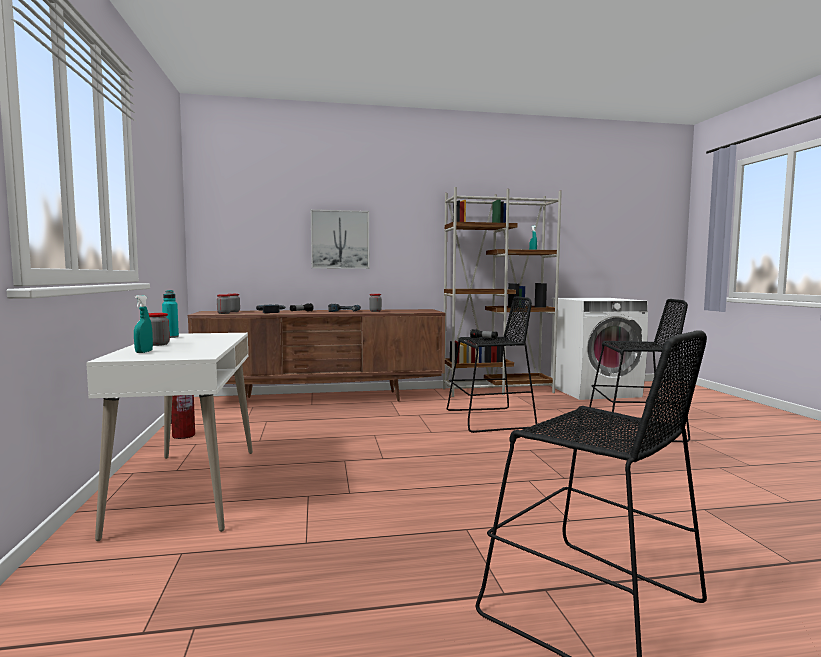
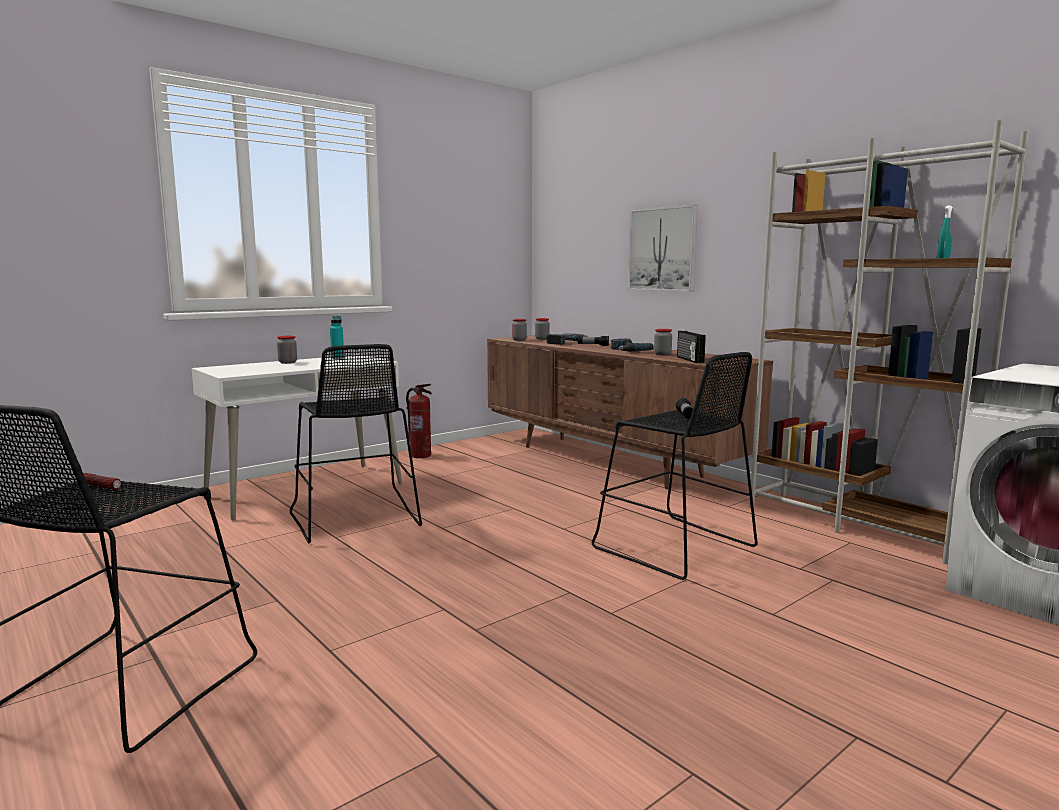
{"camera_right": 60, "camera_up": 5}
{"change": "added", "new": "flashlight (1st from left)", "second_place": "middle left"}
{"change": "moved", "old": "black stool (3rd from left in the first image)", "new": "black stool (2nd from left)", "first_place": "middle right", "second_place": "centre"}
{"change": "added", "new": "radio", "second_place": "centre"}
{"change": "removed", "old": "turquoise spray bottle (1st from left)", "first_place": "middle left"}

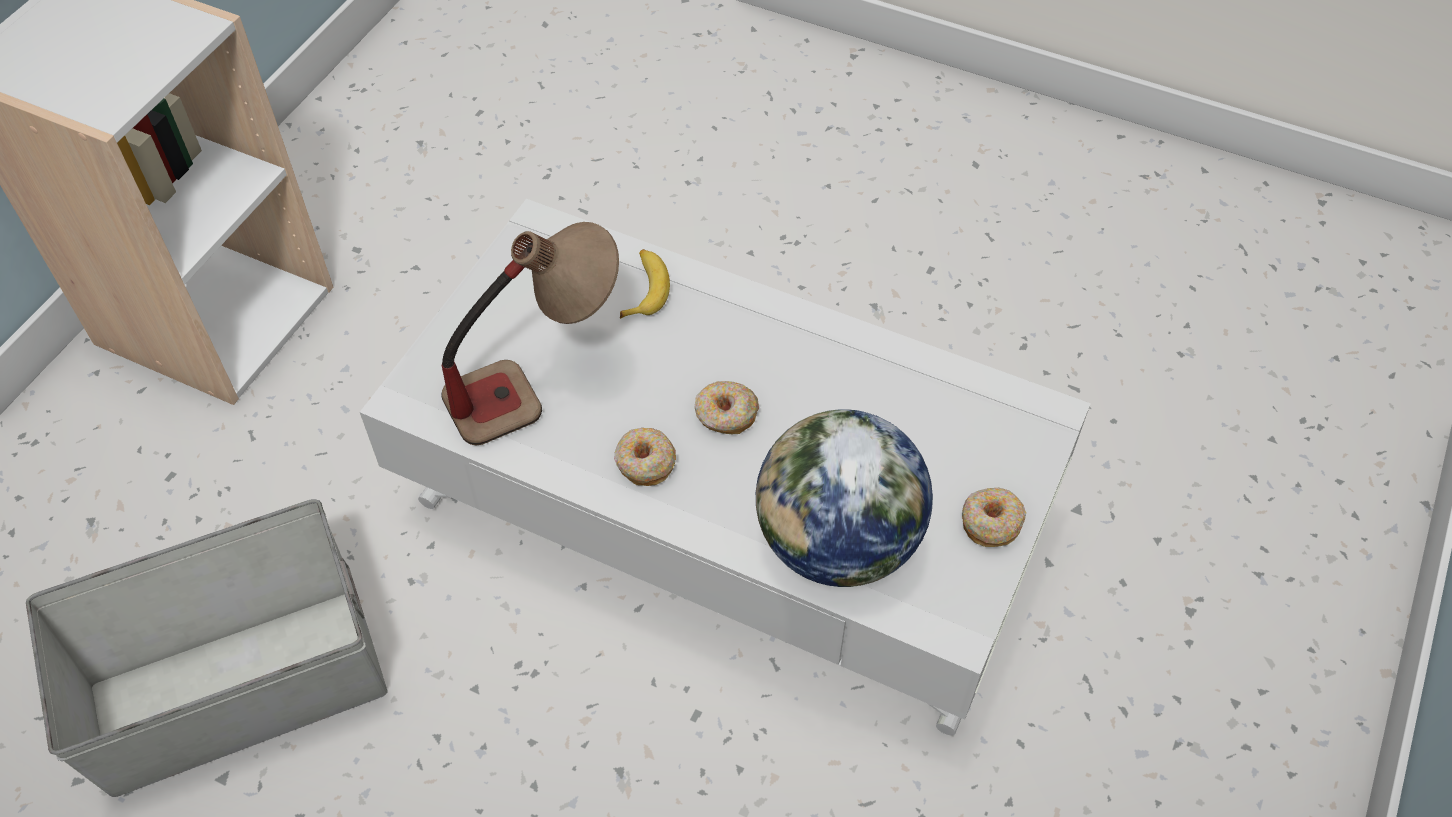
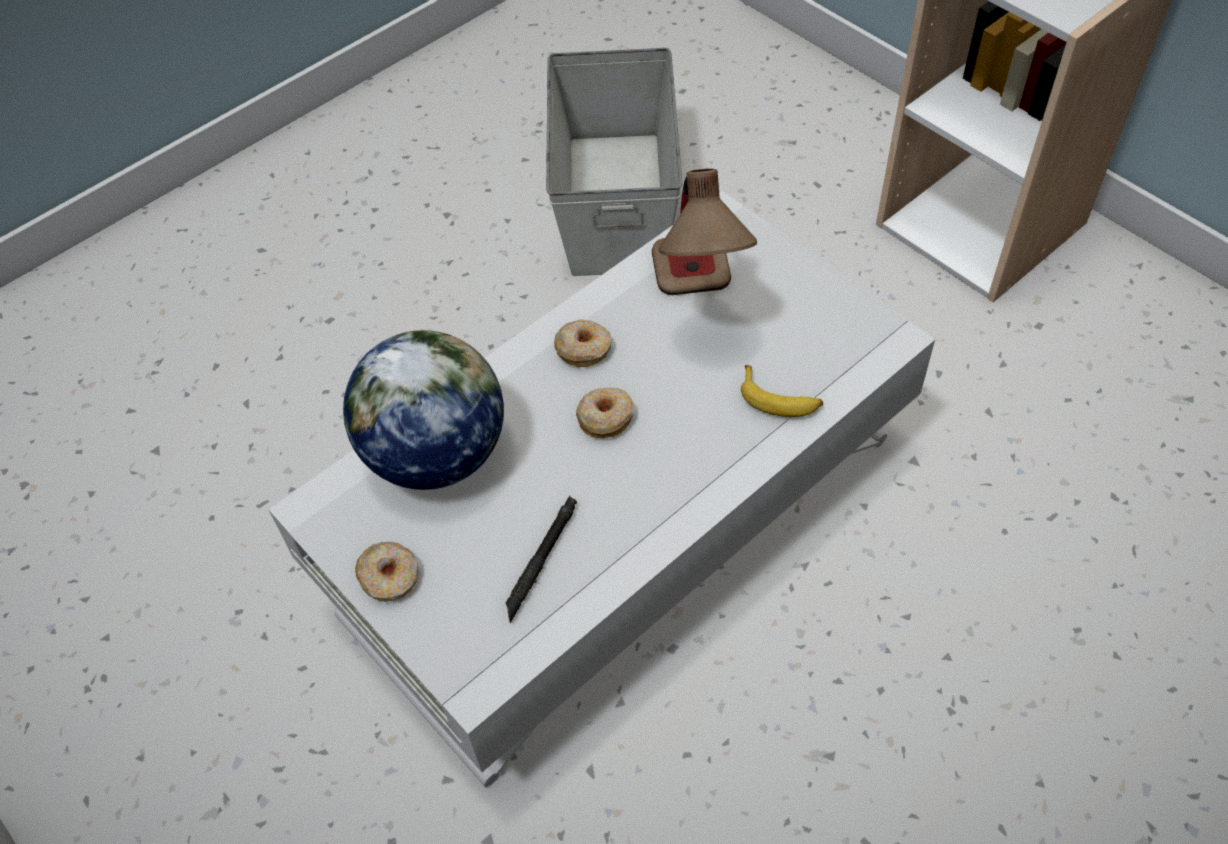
{"camera_right": 115, "camera_up": 0}
{"change": "added", "new": "black flashlight", "second_place": "centre"}

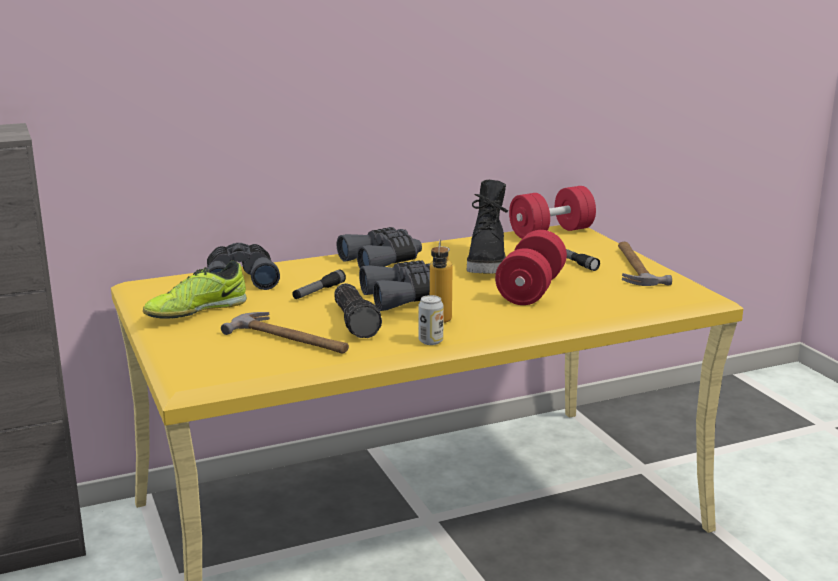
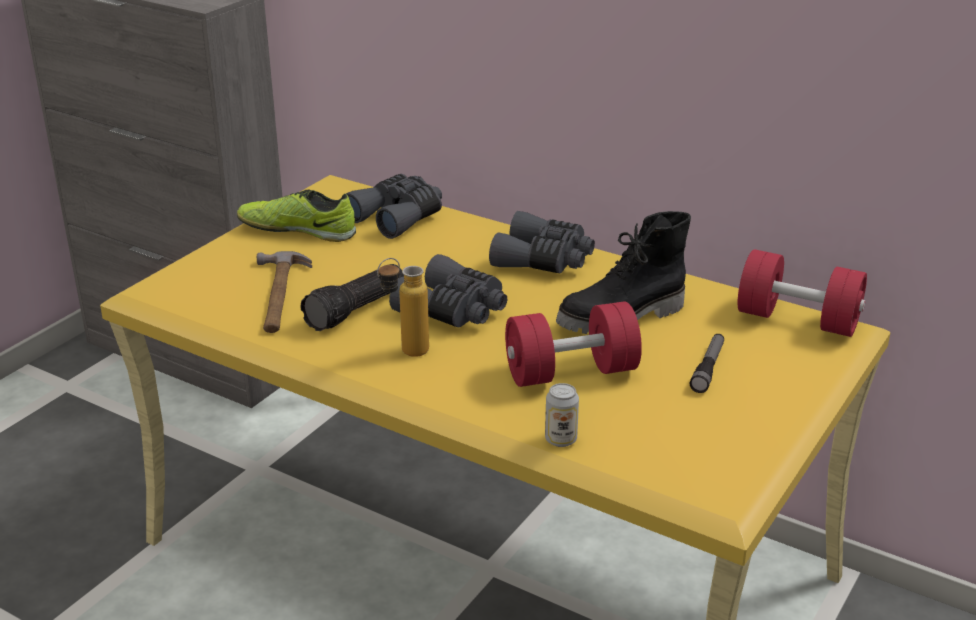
{"camera_right": 55, "camera_up": 10}
{"change": "moved", "old": "can", "first_place": "centre", "second_place": "bottom centre"}
{"change": "removed", "old": "flashlight (1st from left)", "first_place": "centre"}
{"change": "removed", "old": "hammer (2nd from left)", "first_place": "middle right"}

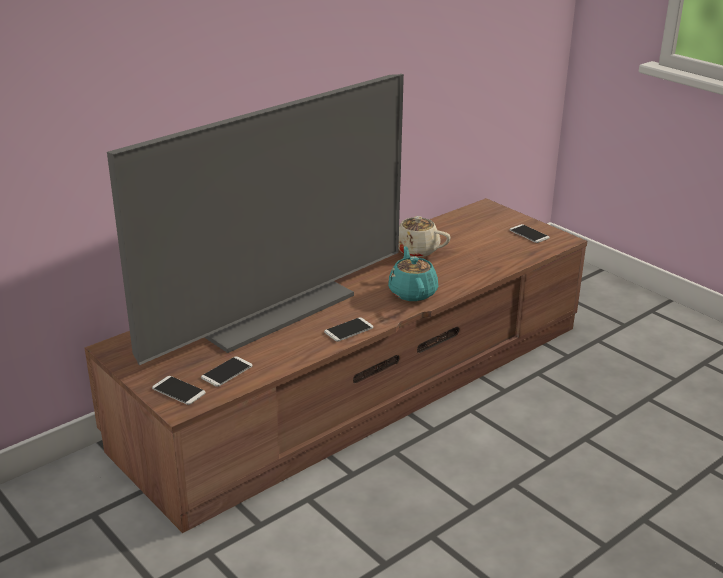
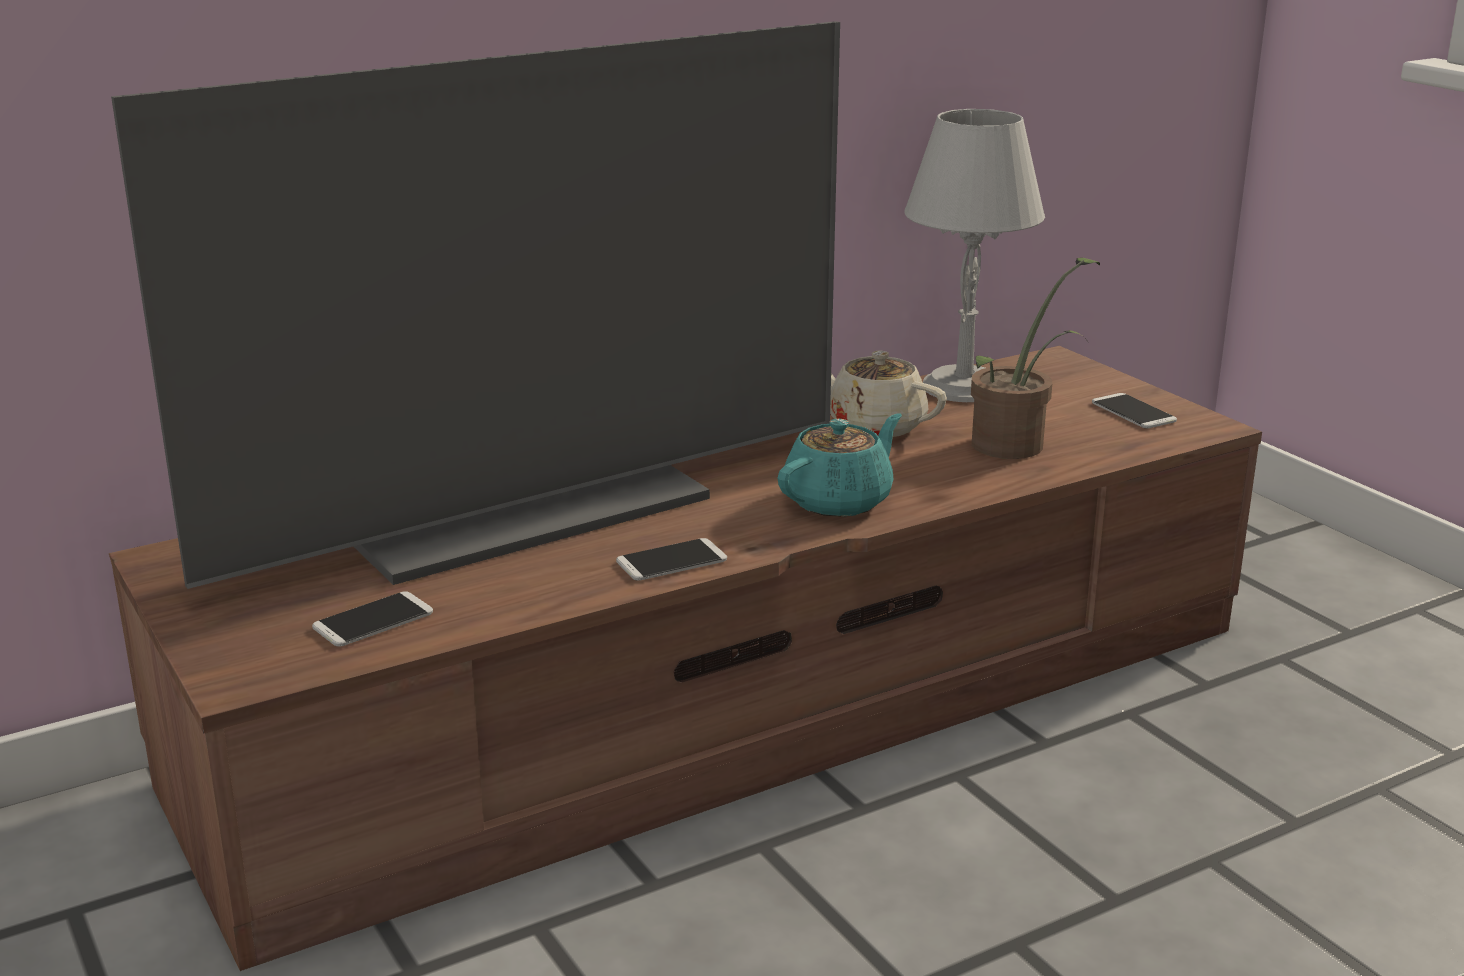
{"camera_right": 10, "camera_up": -5}
{"change": "turned", "old": "turquoise teapot", "first_place": "centre", "second_place": "centre", "degrees": 45}
{"change": "added", "new": "grey table lamp", "second_place": "top centre"}
{"change": "added", "new": "potted plant", "second_place": "middle right"}
{"change": "removed", "old": "phone (1st from left)", "first_place": "bottom left"}

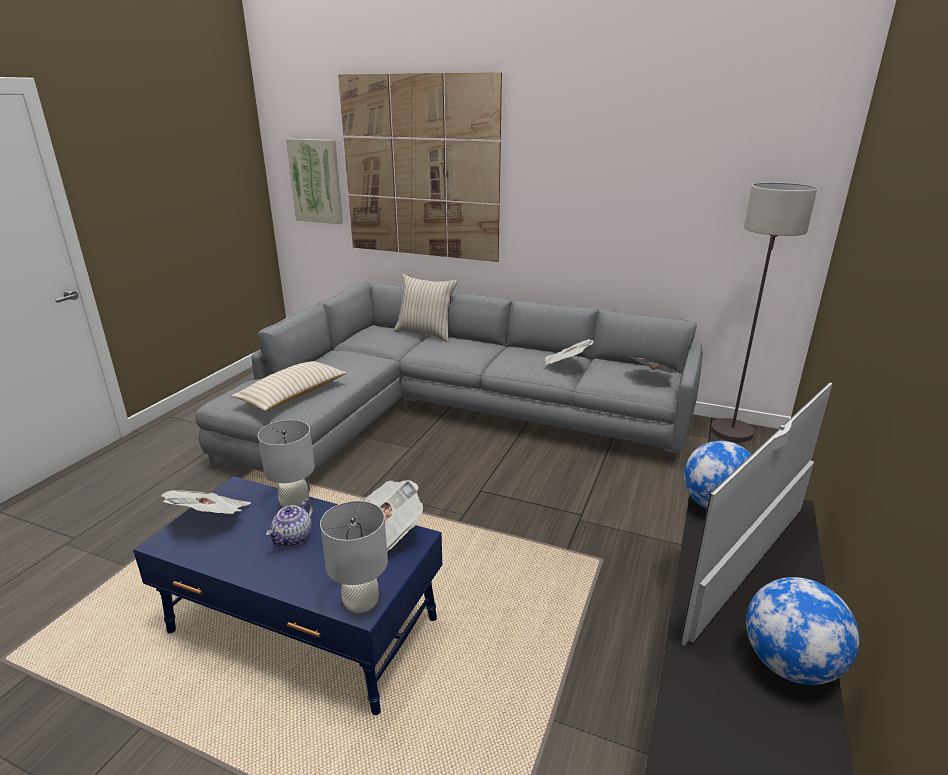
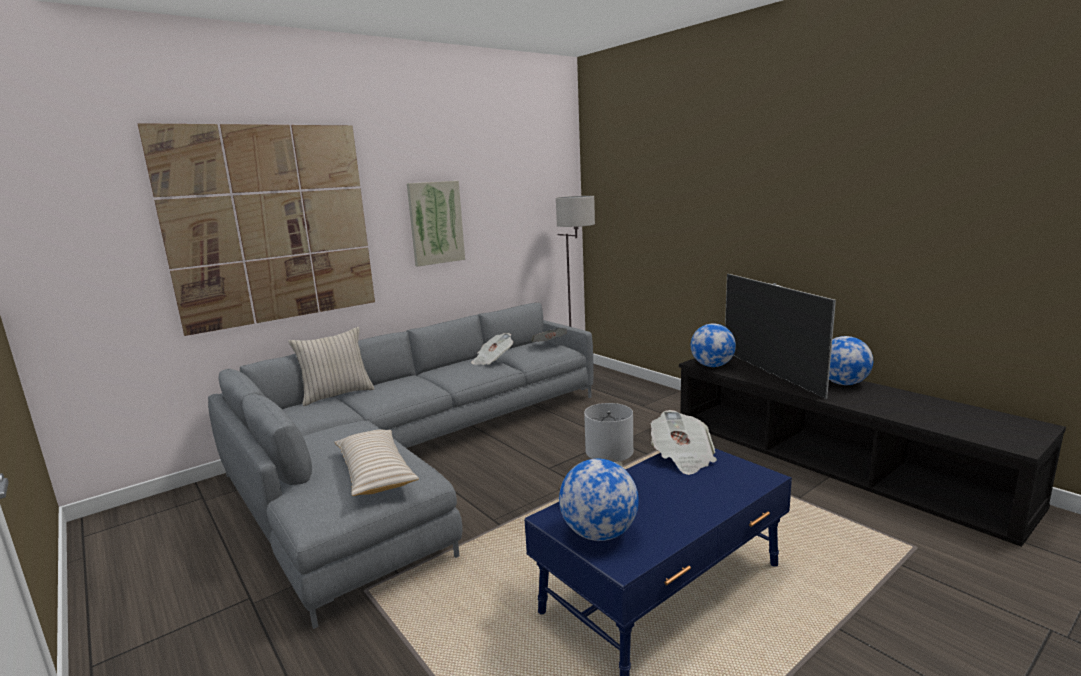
{"camera_right": -60, "camera_up": -10}
{"change": "moved", "old": "picture (1st from left in the first image)", "new": "picture (2nd from left)", "first_place": "top left", "second_place": "top centre"}
{"change": "replaced", "old": "newspaper (1st from left)", "new": "globe (1st from left)", "first_place": "middle left", "second_place": "bottom centre"}
{"change": "removed", "old": "teapot", "first_place": "bottom left"}
{"change": "removed", "old": "grey table lamp (2nd from left)", "first_place": "bottom centre"}

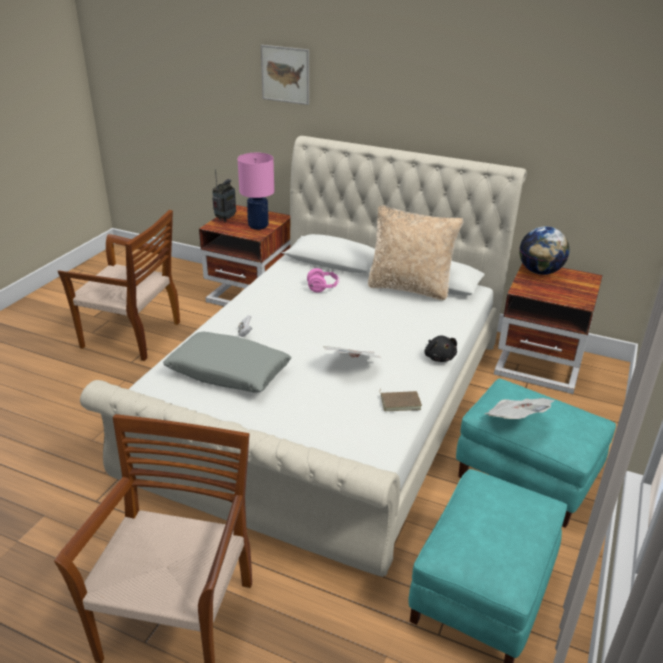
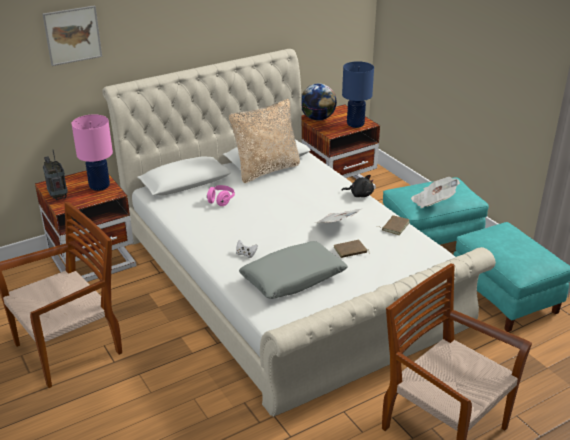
{"camera_right": -55, "camera_up": 0}
{"change": "added", "new": "brown book (1st from left)", "second_place": "centre"}
{"change": "added", "new": "blue table lamp", "second_place": "top centre"}

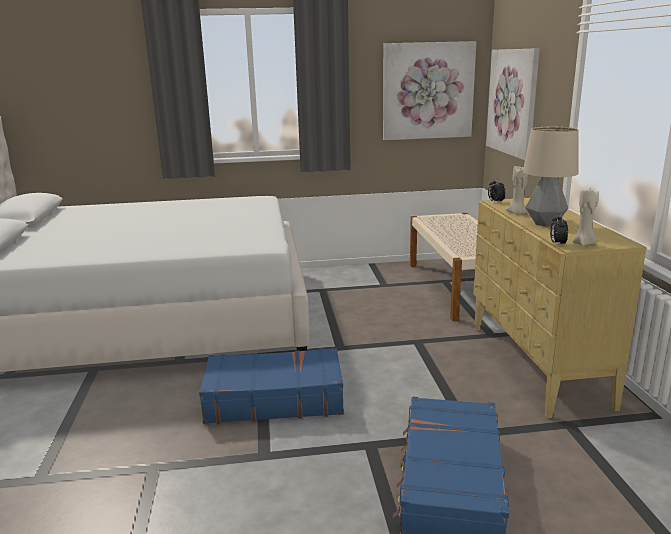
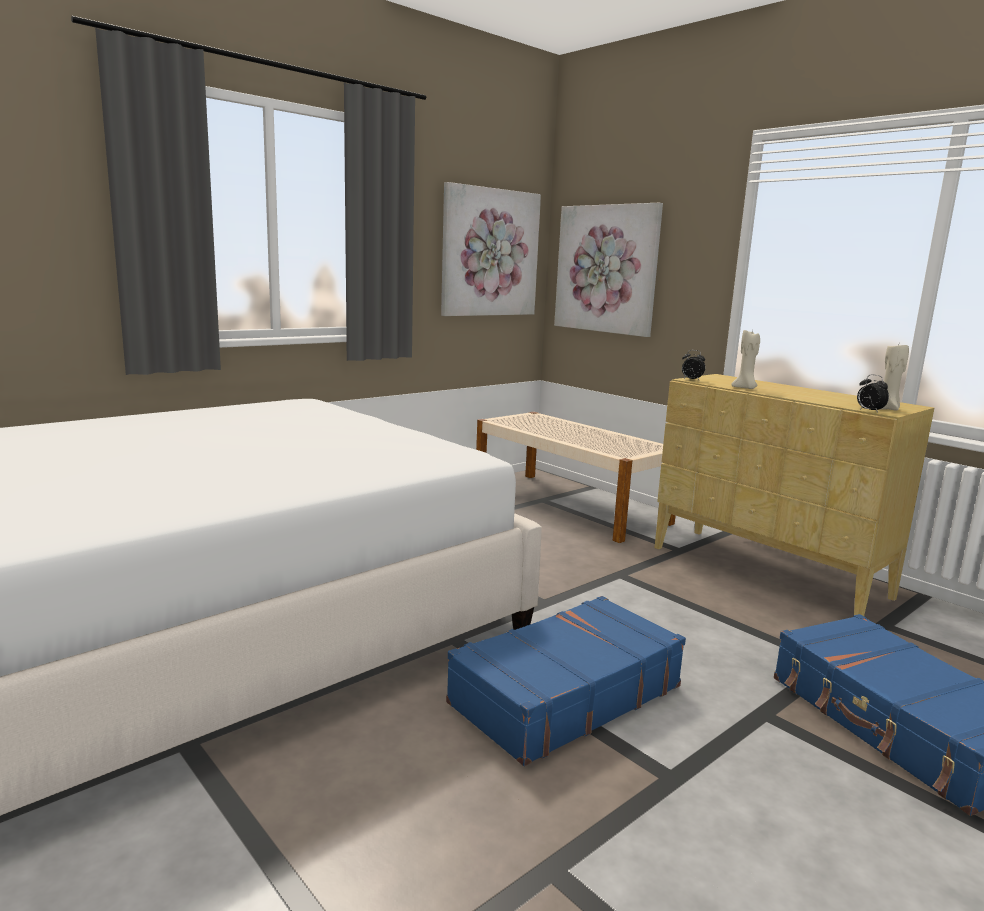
{"camera_right": -35, "camera_up": -5}
{"change": "removed", "old": "table lamp", "first_place": "top right"}

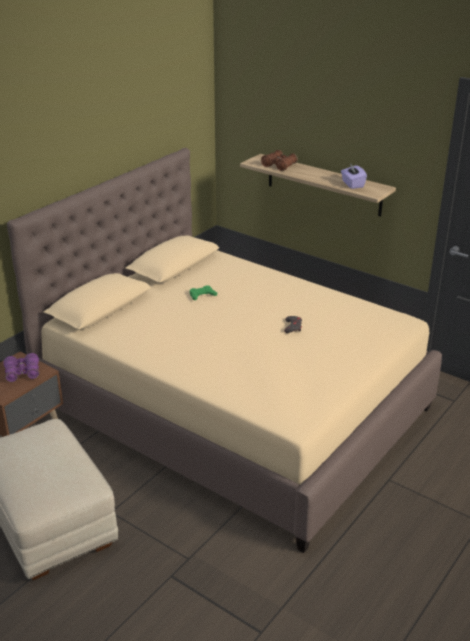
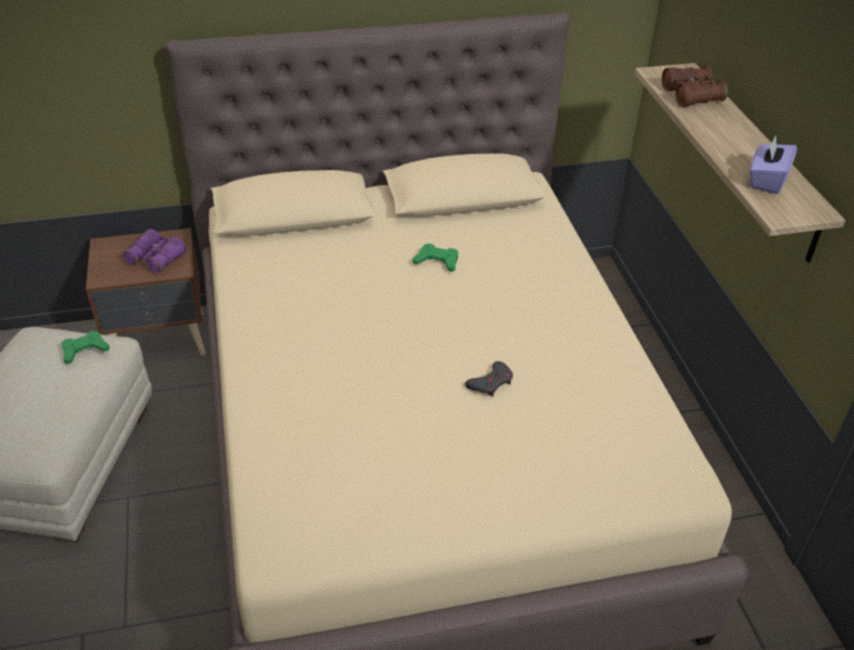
{"camera_right": 40, "camera_up": 10}
{"change": "added", "new": "green game controller (1st from left)", "second_place": "middle left"}

